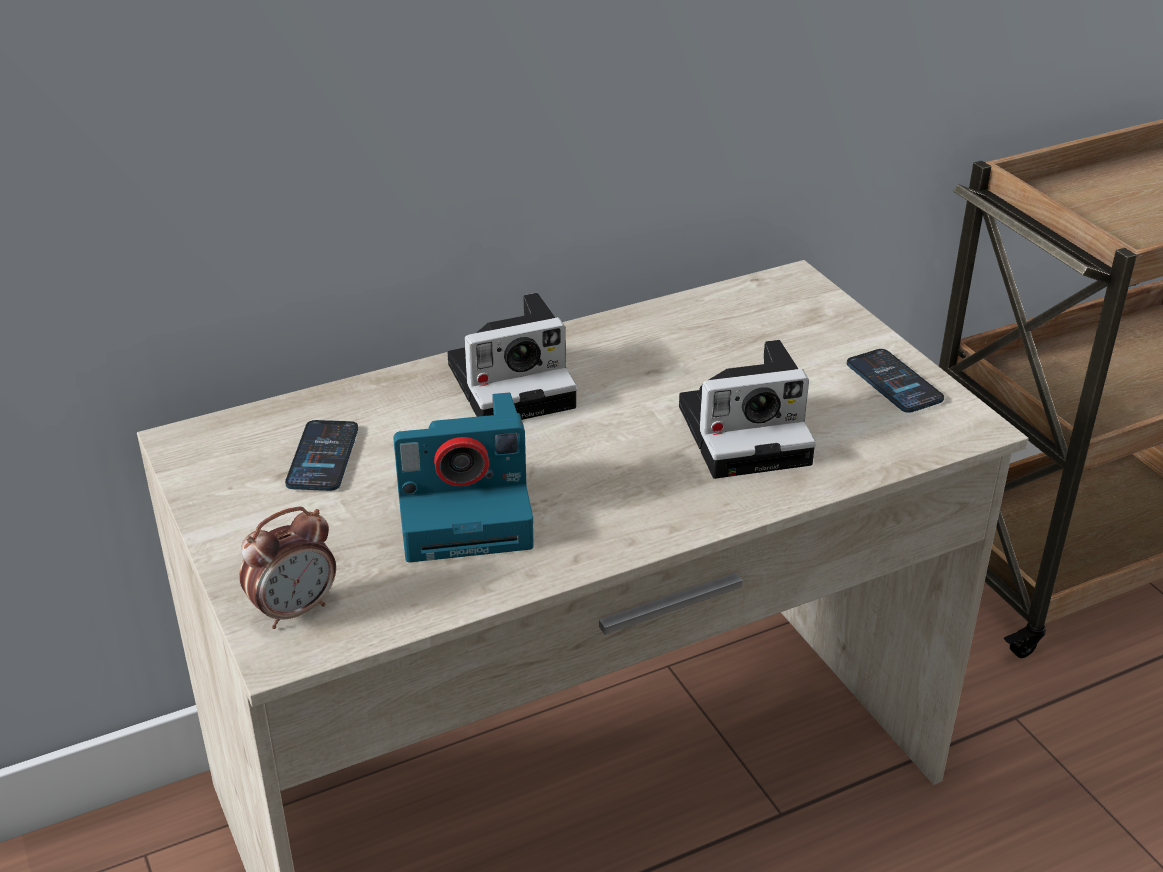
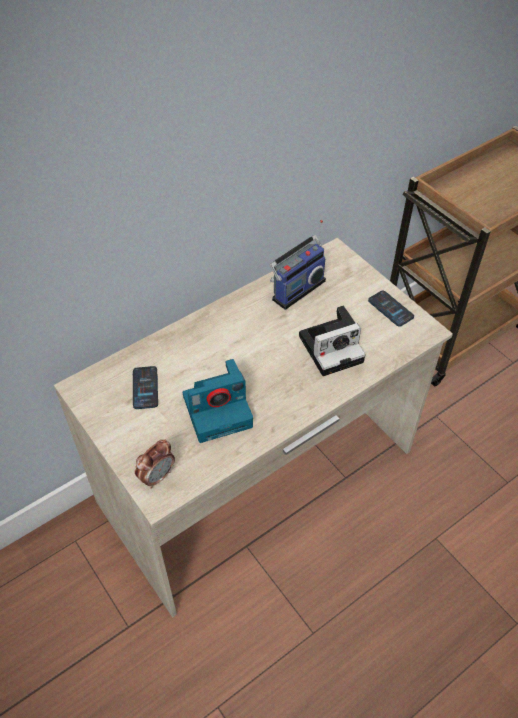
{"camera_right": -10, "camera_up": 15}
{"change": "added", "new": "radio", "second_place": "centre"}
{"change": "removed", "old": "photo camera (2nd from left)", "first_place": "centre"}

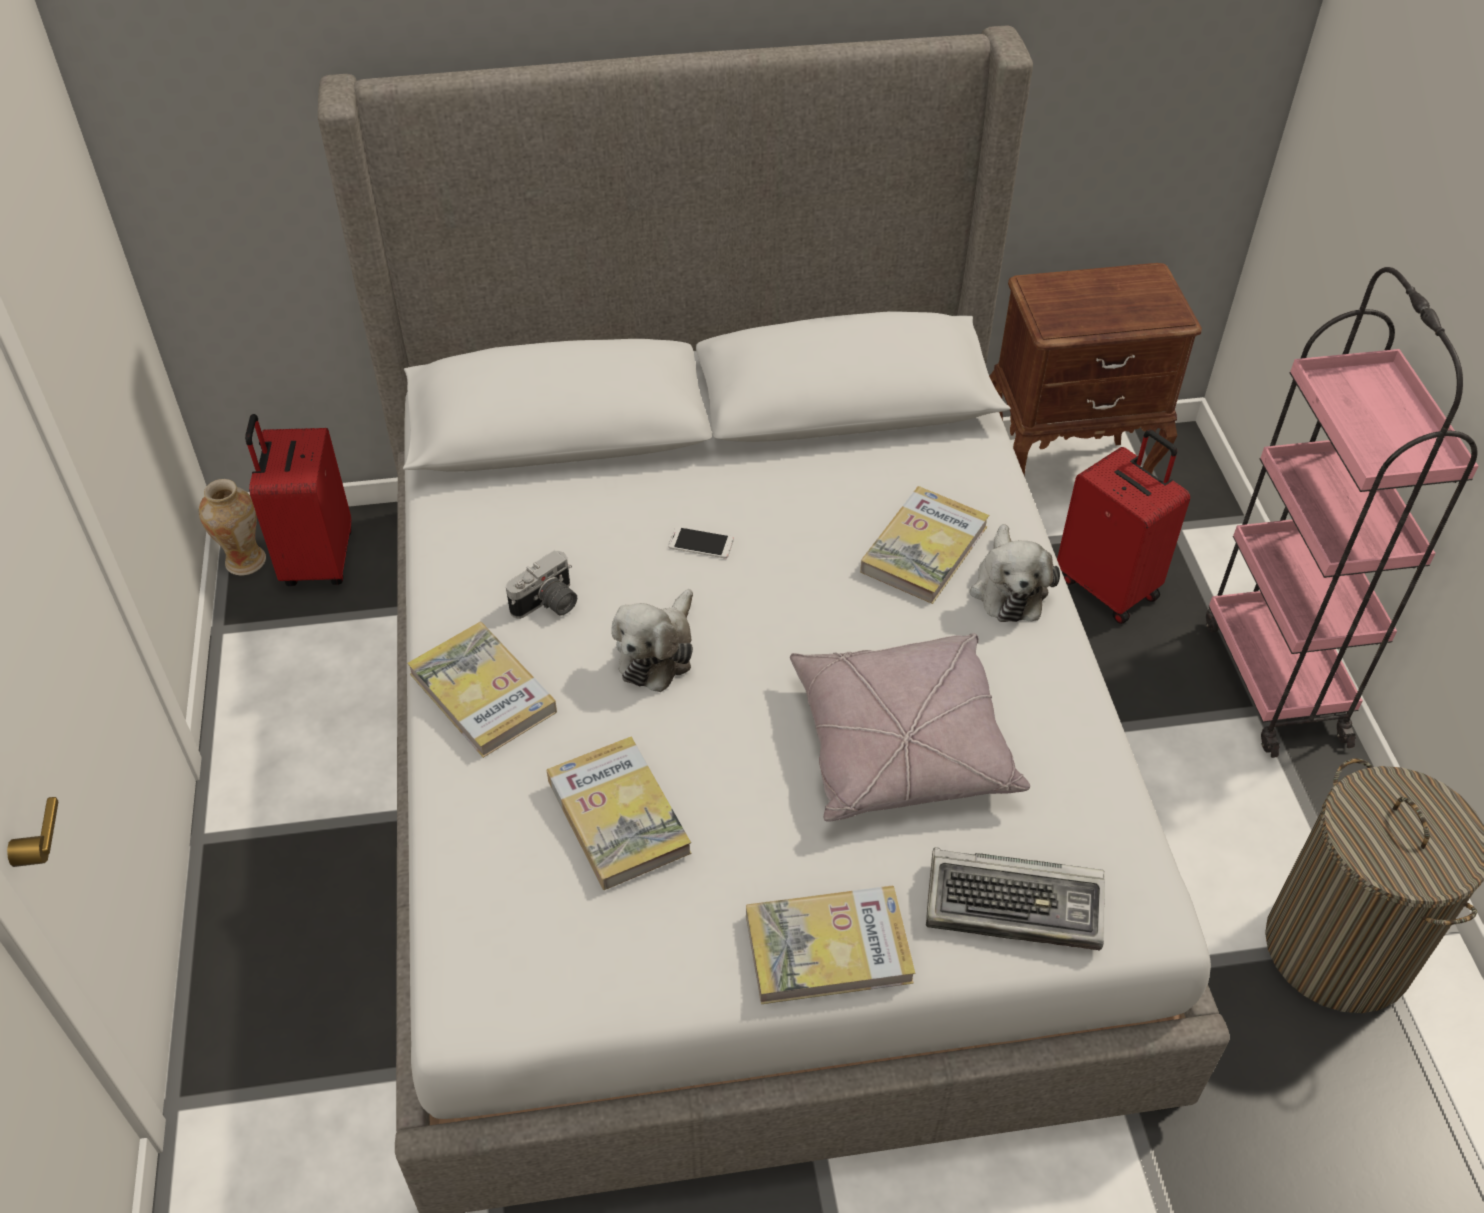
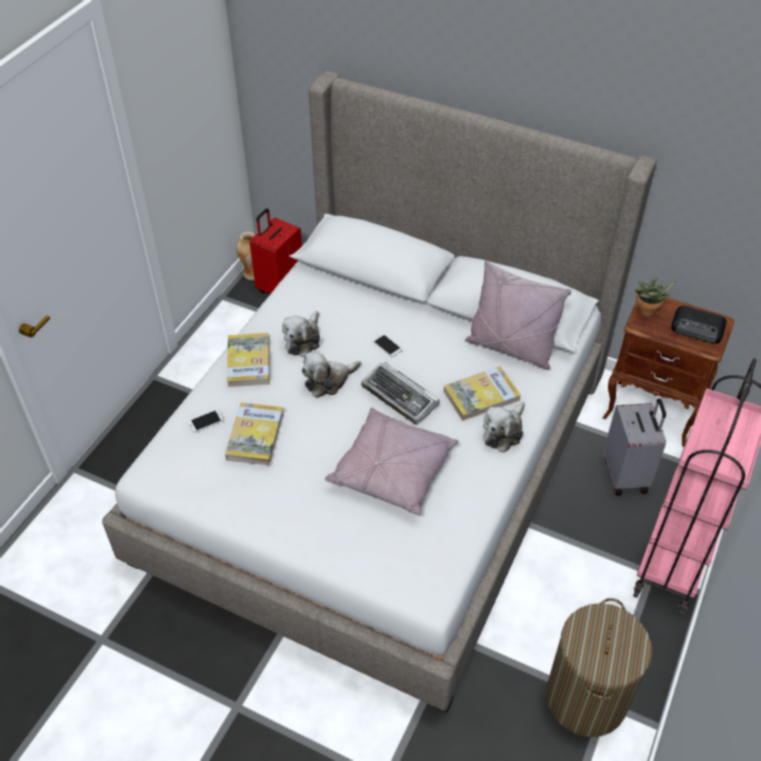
{"camera_right": 35, "camera_up": 0}
{"change": "added", "new": "phone (1st from left)", "second_place": "middle left"}
{"change": "replaced", "old": "photo camera", "new": "plush toy (1st from left)", "first_place": "centre", "second_place": "centre"}
{"change": "moved", "old": "keyboard", "first_place": "bottom right", "second_place": "centre"}
{"change": "added", "new": "purple pillow (2nd from left)", "second_place": "middle right"}
{"change": "recoloured", "old": "red suitcase (2nd from left)", "new": "grey suitcase", "first_place": "middle right", "second_place": "middle right"}
{"change": "added", "new": "potted plant", "second_place": "middle right"}
{"change": "added", "new": "radio", "second_place": "middle right"}
{"change": "removed", "old": "book (3rd from left)", "first_place": "bottom centre"}

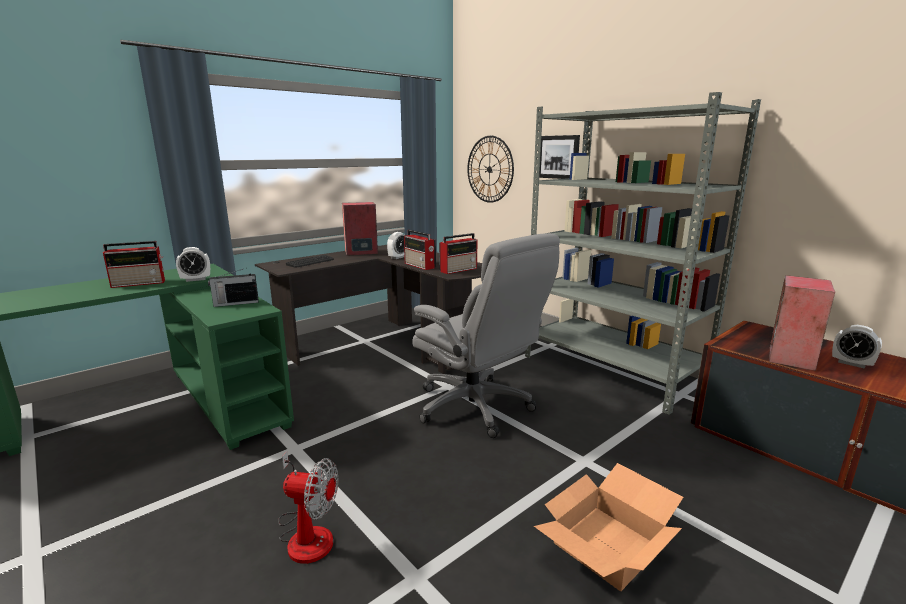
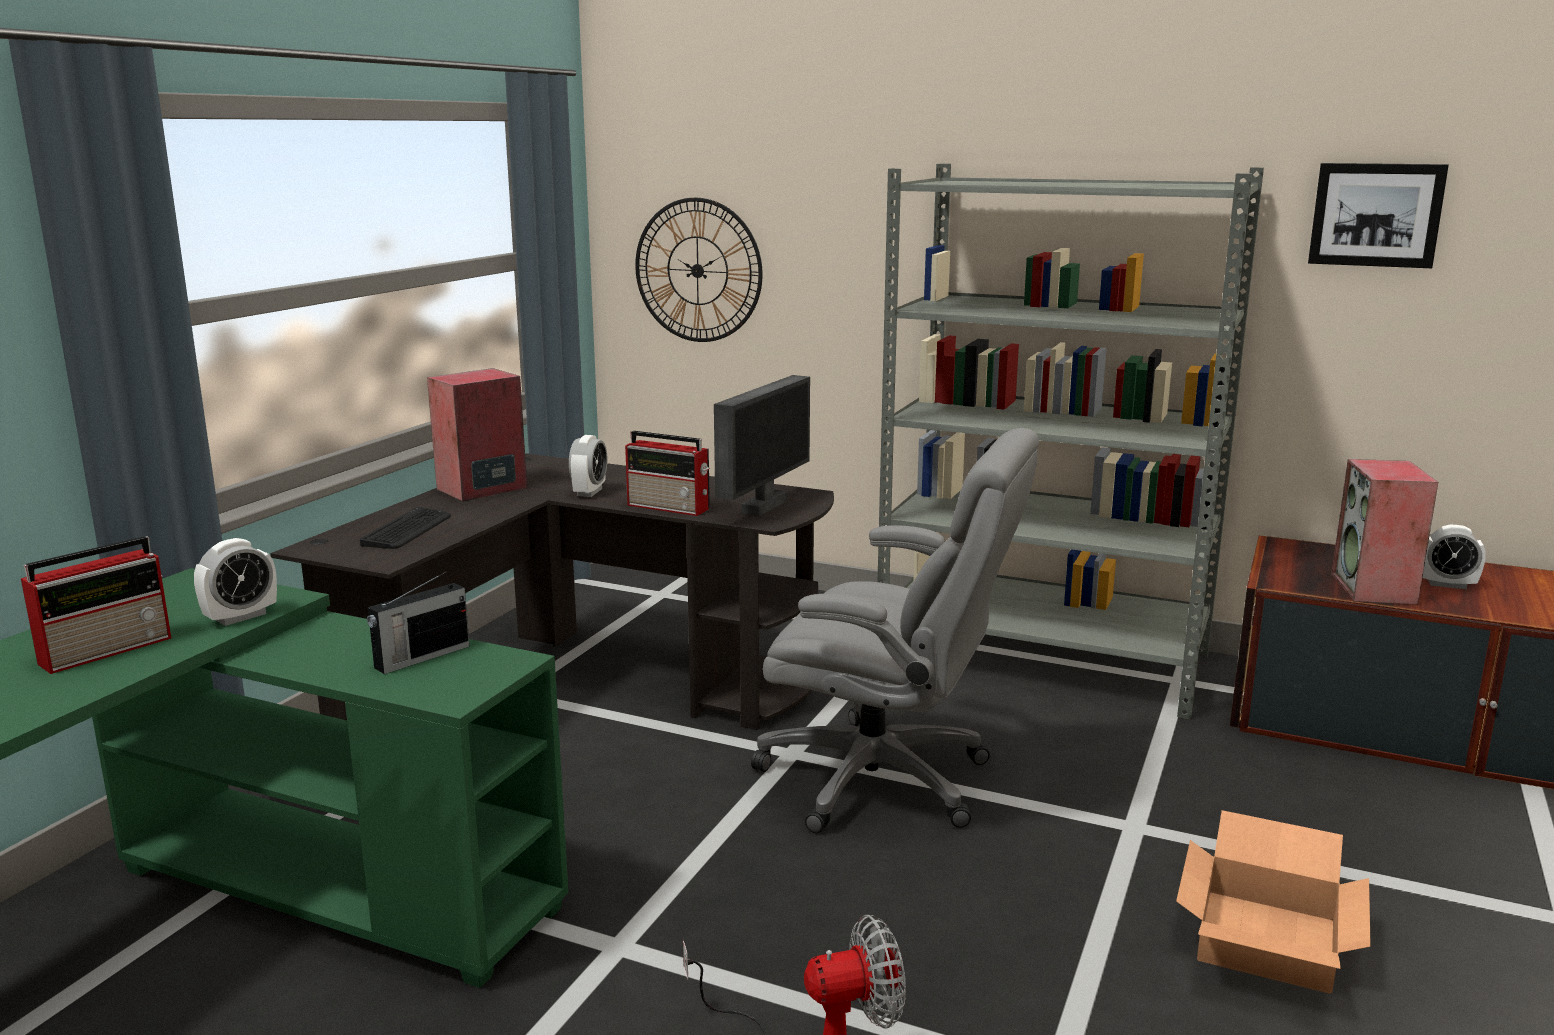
{"camera_right": -25, "camera_up": 0}
{"change": "replaced", "old": "radio (4th from left)", "new": "monitor", "first_place": "centre", "second_place": "centre"}
{"change": "moved", "old": "picture", "first_place": "top centre", "second_place": "top right"}

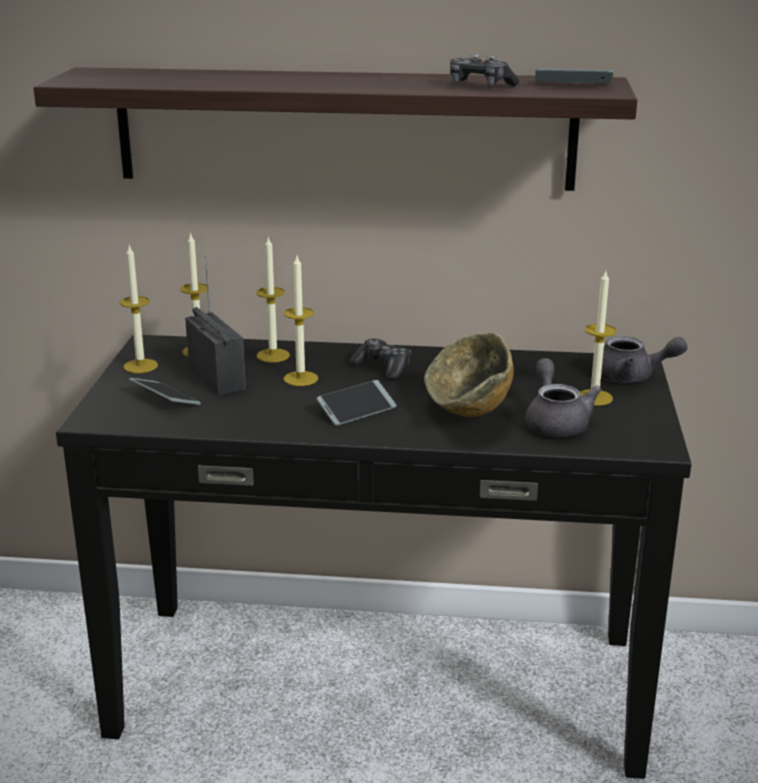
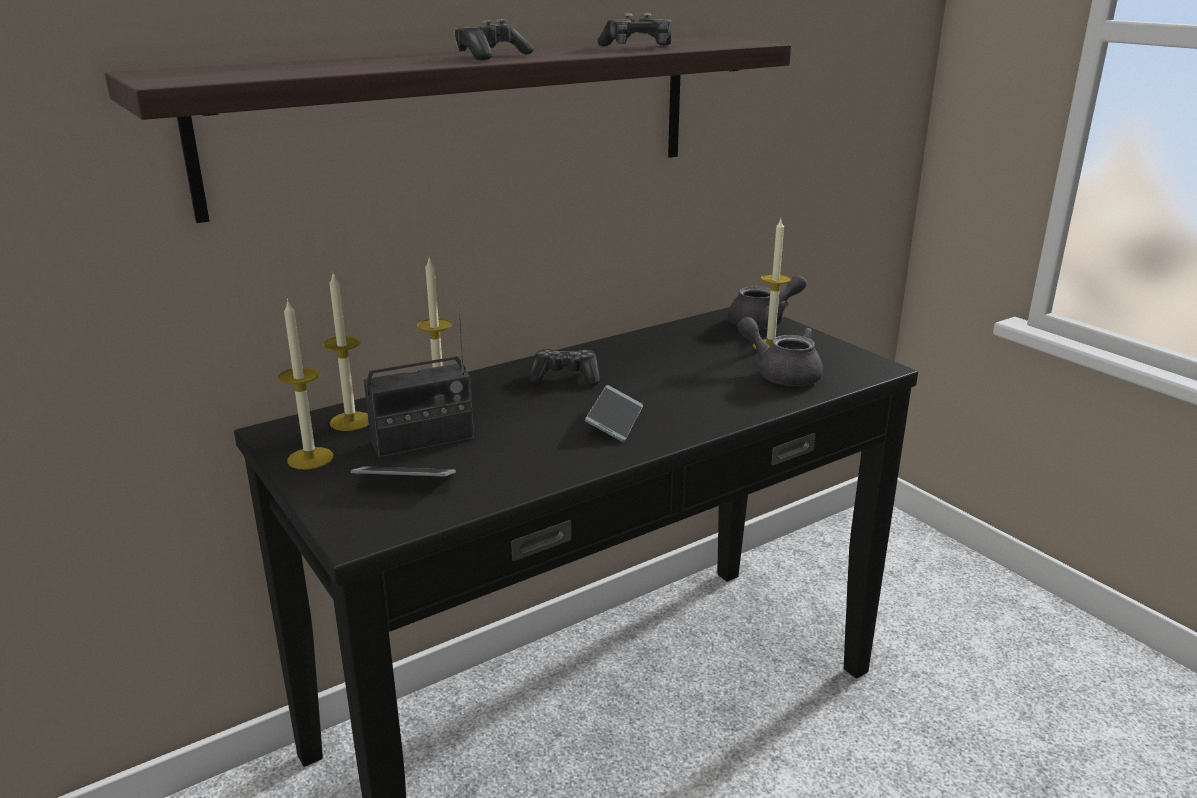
{"camera_right": -40, "camera_up": 0}
{"change": "turned", "old": "radio", "first_place": "middle left", "second_place": "centre", "degrees": 135}
{"change": "added", "new": "game controller (1st from left)", "second_place": "top centre"}
{"change": "removed", "old": "candle (4th from left)", "first_place": "centre"}
{"change": "removed", "old": "bowl", "first_place": "centre"}
{"change": "removed", "old": "phone (3rd from left)", "first_place": "top right"}

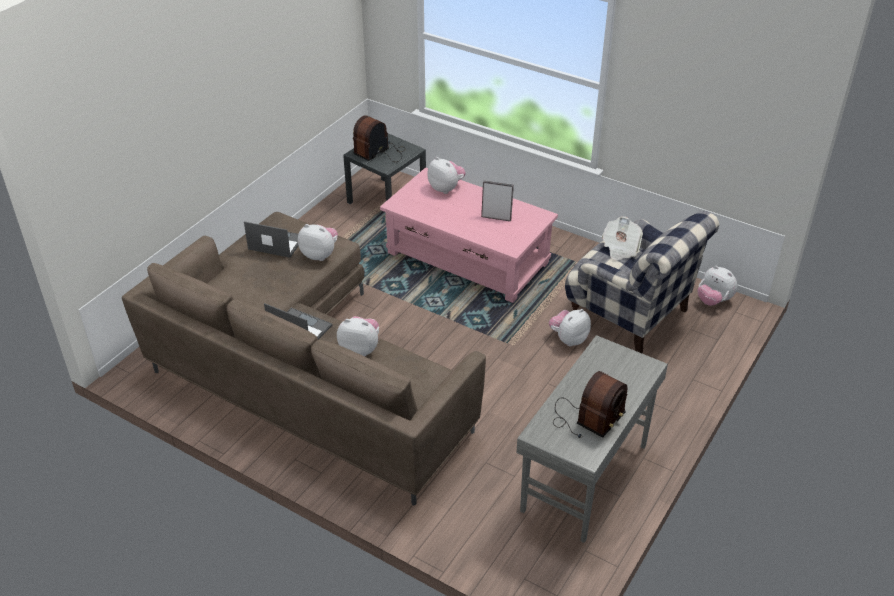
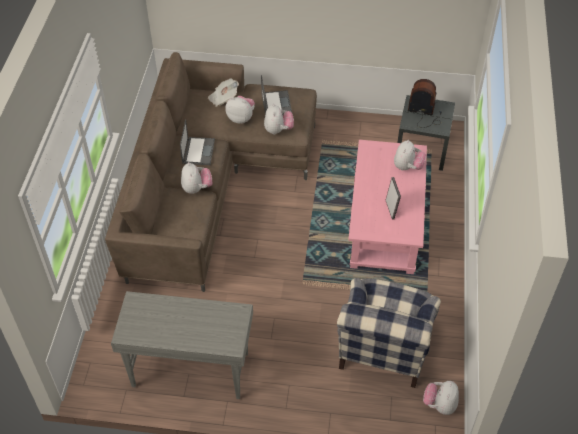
{"camera_right": 65, "camera_up": 10}
{"change": "moved", "old": "newspaper", "first_place": "middle right", "second_place": "top centre"}
{"change": "moved", "old": "plush toy (4th from left in the first image)", "new": "plush toy (2nd from left)", "first_place": "centre", "second_place": "top centre"}
{"change": "removed", "old": "radio (2nd from left)", "first_place": "bottom centre"}

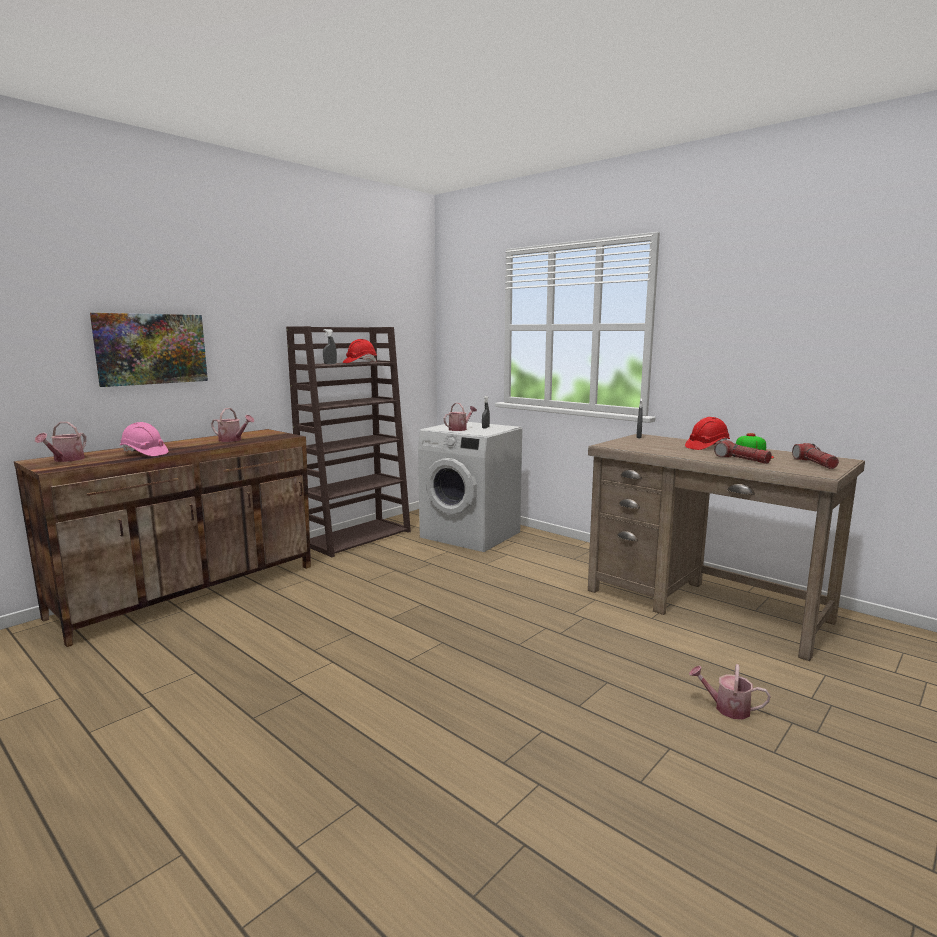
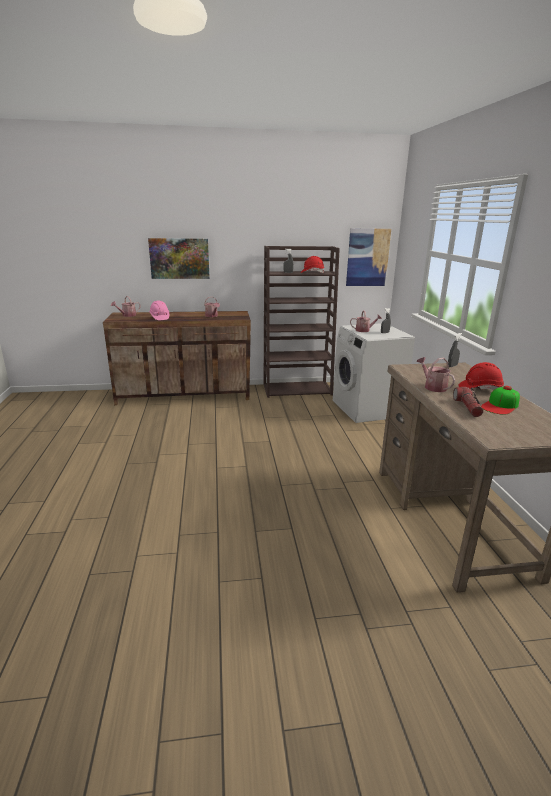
{"camera_right": 40, "camera_up": 10}
{"change": "added", "new": "picture (2nd from left)", "second_place": "top right"}
{"change": "moved", "old": "watering can (4th from left)", "first_place": "bottom right", "second_place": "middle right"}
{"change": "removed", "old": "flashlight (2nd from left)", "first_place": "middle right"}

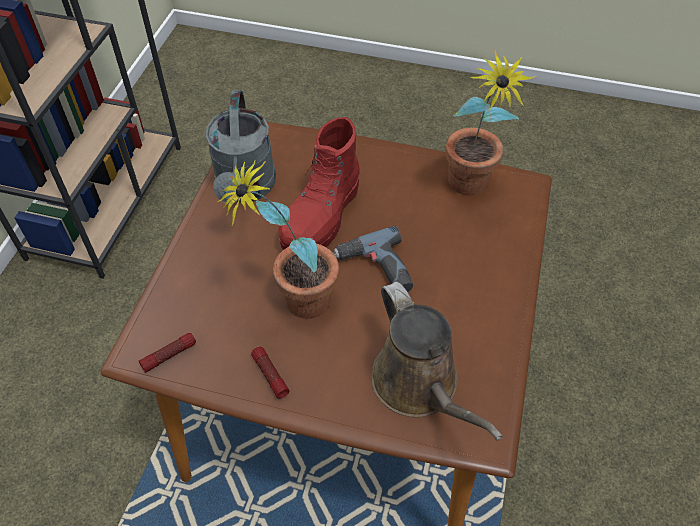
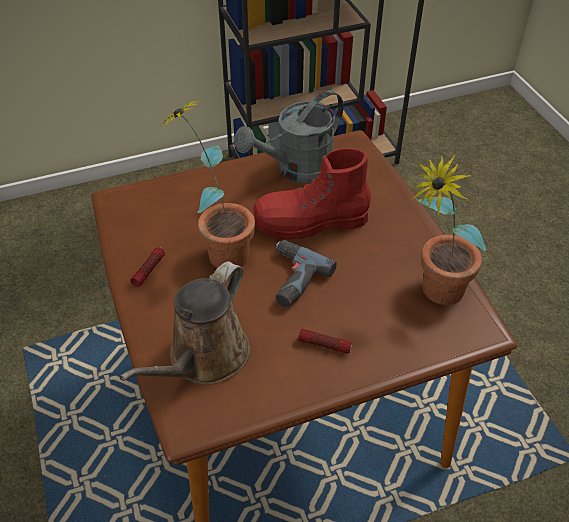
{"camera_right": 55, "camera_up": -5}
{"change": "moved", "old": "flashlight (1st from left in the first image)", "new": "flashlight (2nd from left)", "first_place": "bottom left", "second_place": "centre"}

